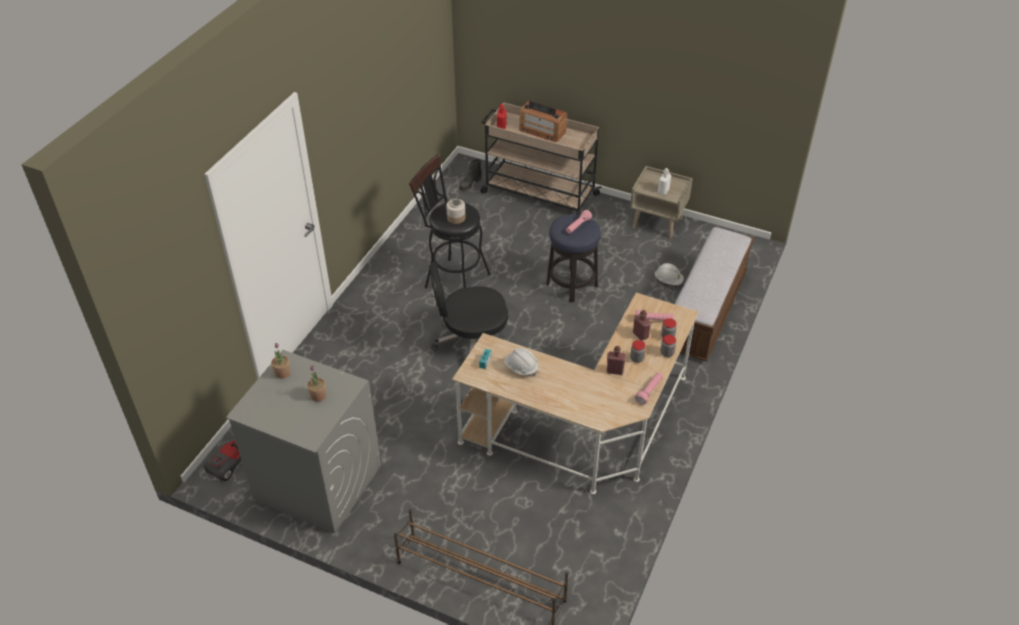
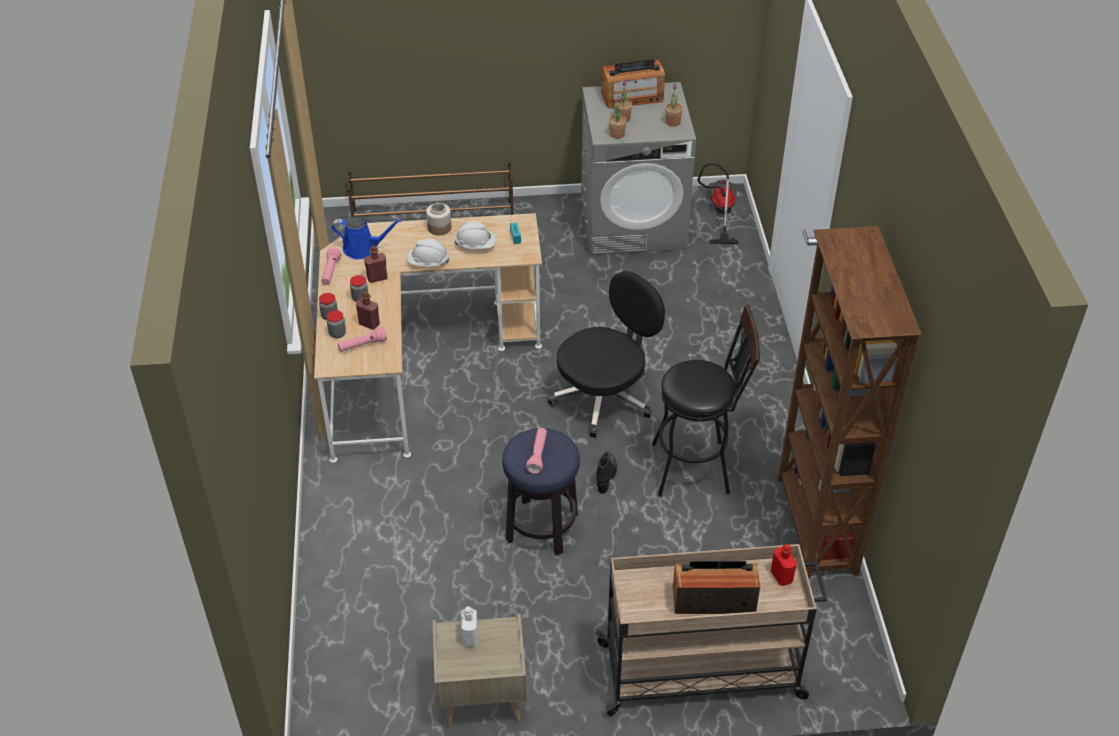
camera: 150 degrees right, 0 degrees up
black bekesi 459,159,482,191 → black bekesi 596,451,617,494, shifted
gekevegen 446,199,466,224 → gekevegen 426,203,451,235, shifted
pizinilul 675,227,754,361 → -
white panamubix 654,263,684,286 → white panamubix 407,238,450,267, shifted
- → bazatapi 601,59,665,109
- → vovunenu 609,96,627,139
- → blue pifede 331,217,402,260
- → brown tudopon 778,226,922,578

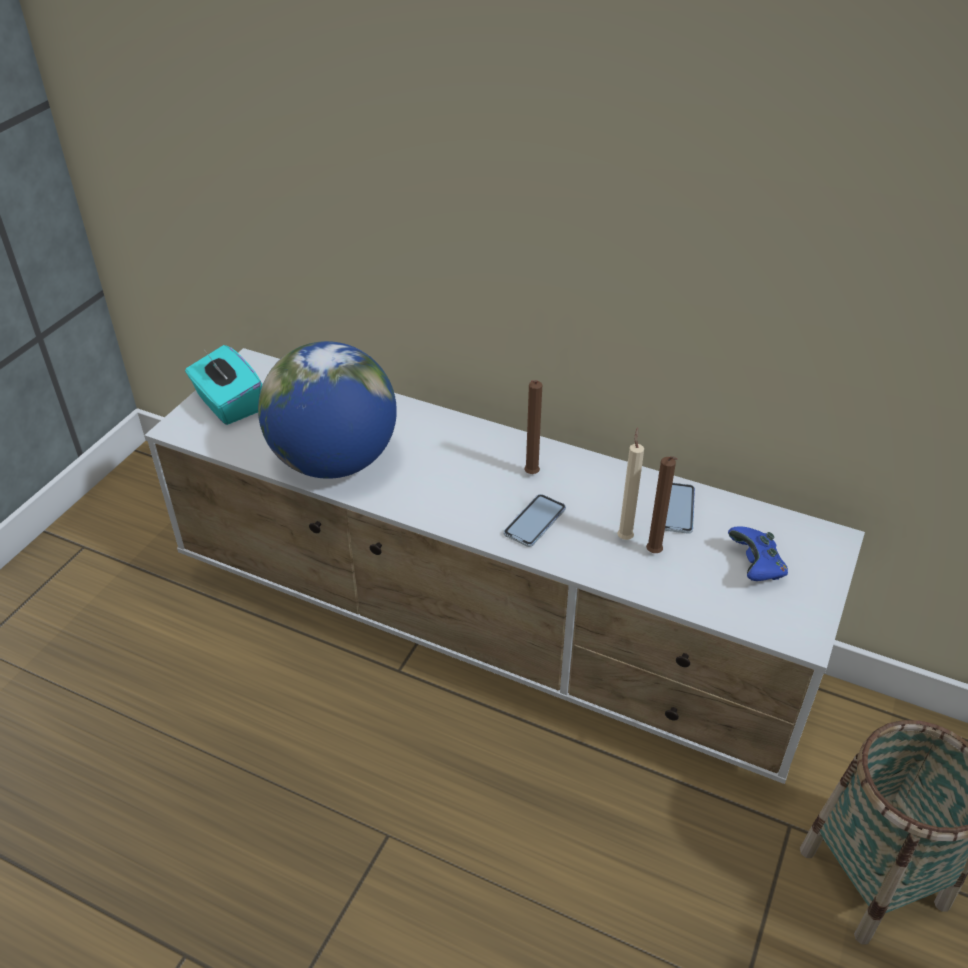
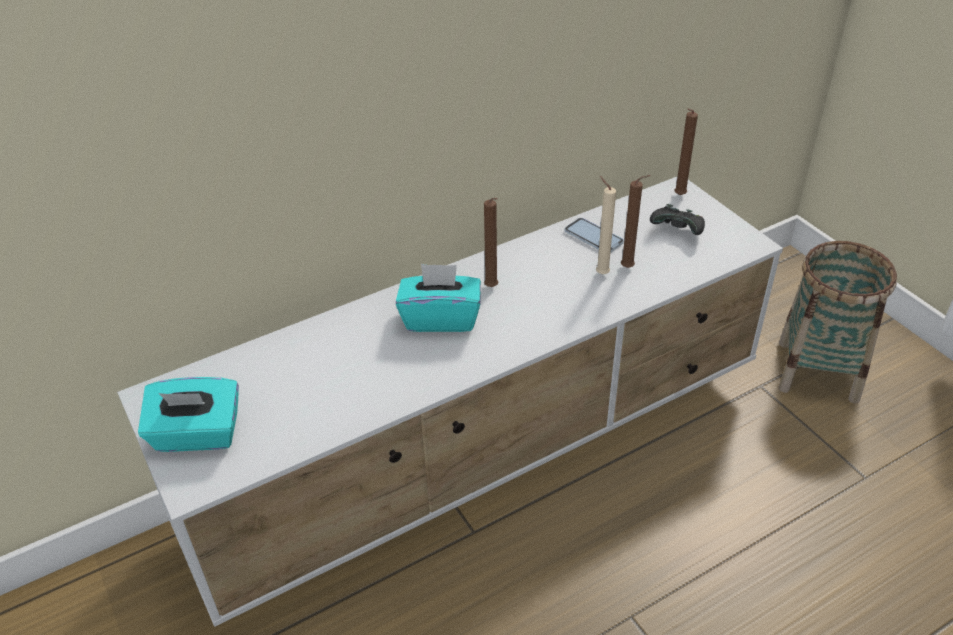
camera: 55 degrees left, 0 degrees up
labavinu 258,341,397,479 → -
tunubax 504,494,566,547 → -
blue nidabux 728,526,788,581 → black nidabux 650,204,705,235
- → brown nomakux 674,109,698,195
- → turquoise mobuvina 396,264,481,332

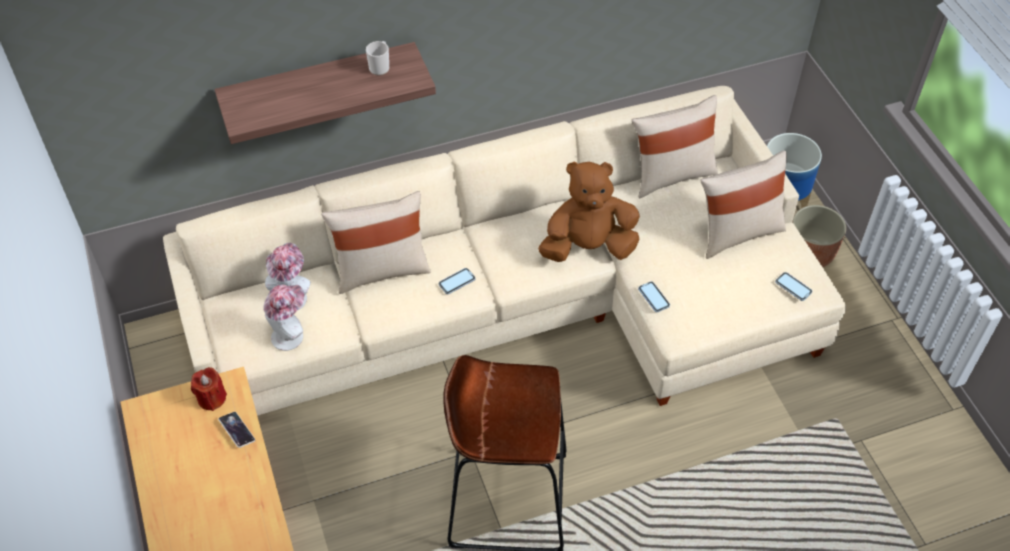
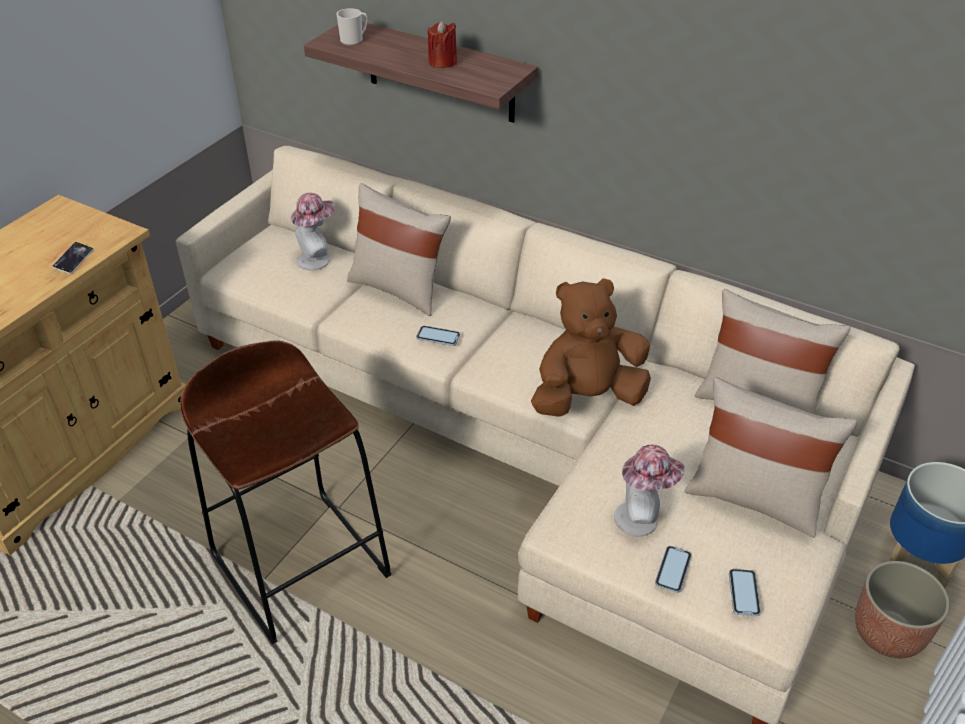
camera: 50 degrees right, 10 degrees down
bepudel 366,41,389,75 → bepudel 337,8,367,46, shifted
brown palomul 538,161,640,262 → brown palomul 531,278,651,417, 60 degrees counterclockwise
tunubax 638,281,670,312 → tunubax 655,546,692,593, shifted
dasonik 264,284,304,351 → dasonik 614,445,685,536, shifted
red nomakux 191,367,227,411 → red nomakux 428,20,457,68, shifted

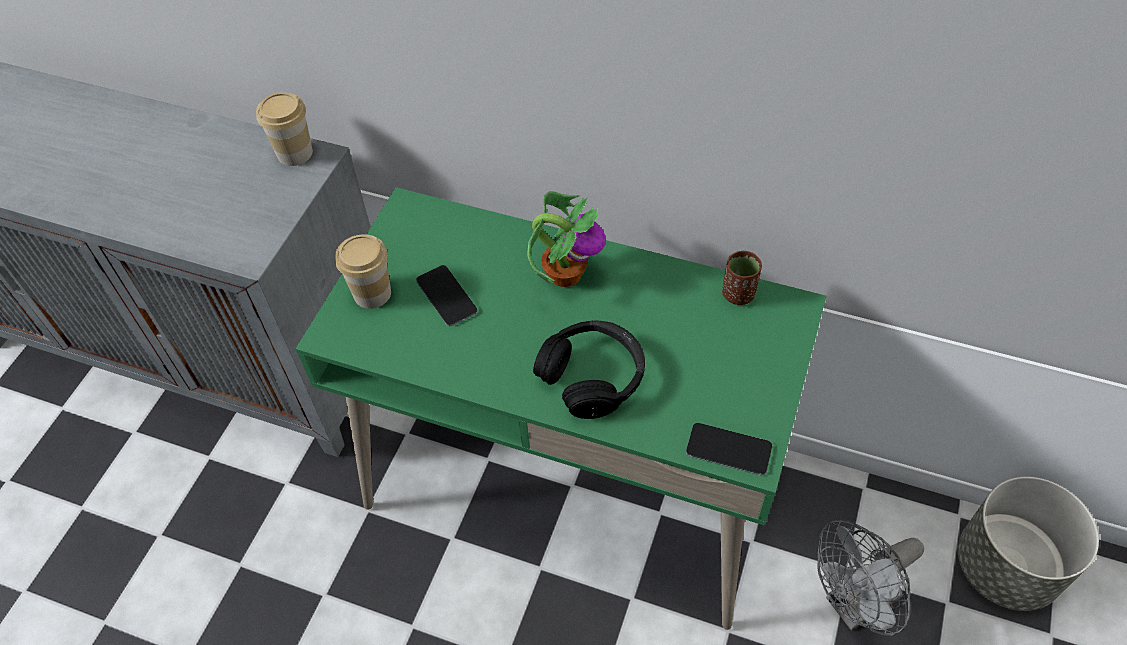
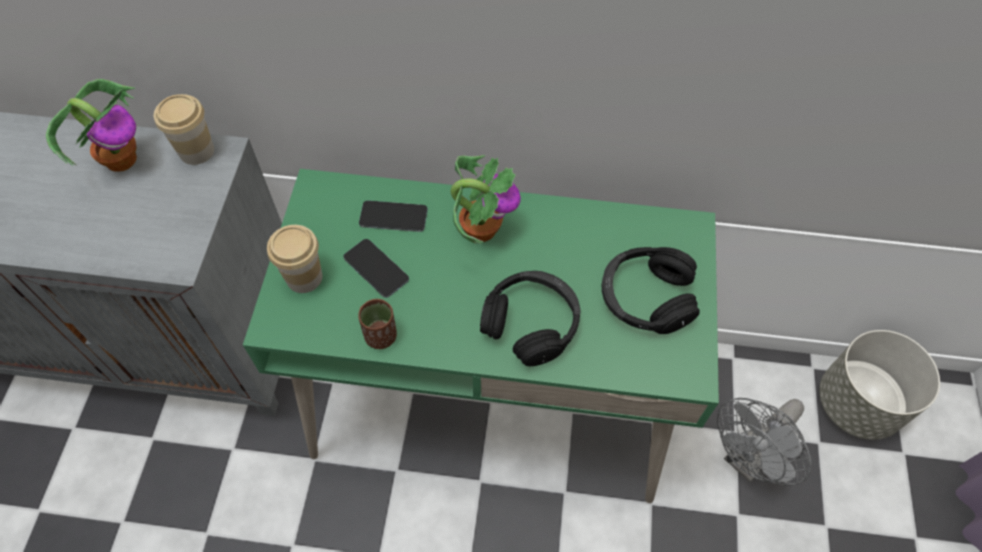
camera: 15 degrees left, 5 degrees up
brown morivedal 722,251,762,305 → brown morivedal 358,299,397,349, shifted
tunubax 686,423,772,475 → tunubax 359,200,428,232, shifted
- → vovunenu 46,79,137,172
- → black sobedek 602,247,700,334

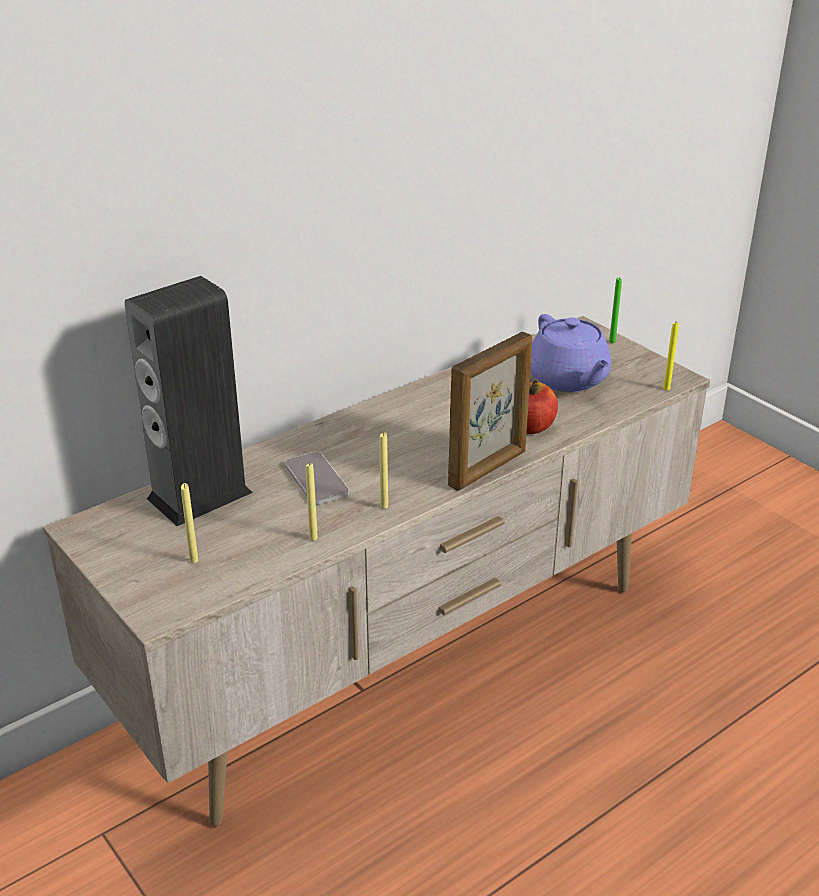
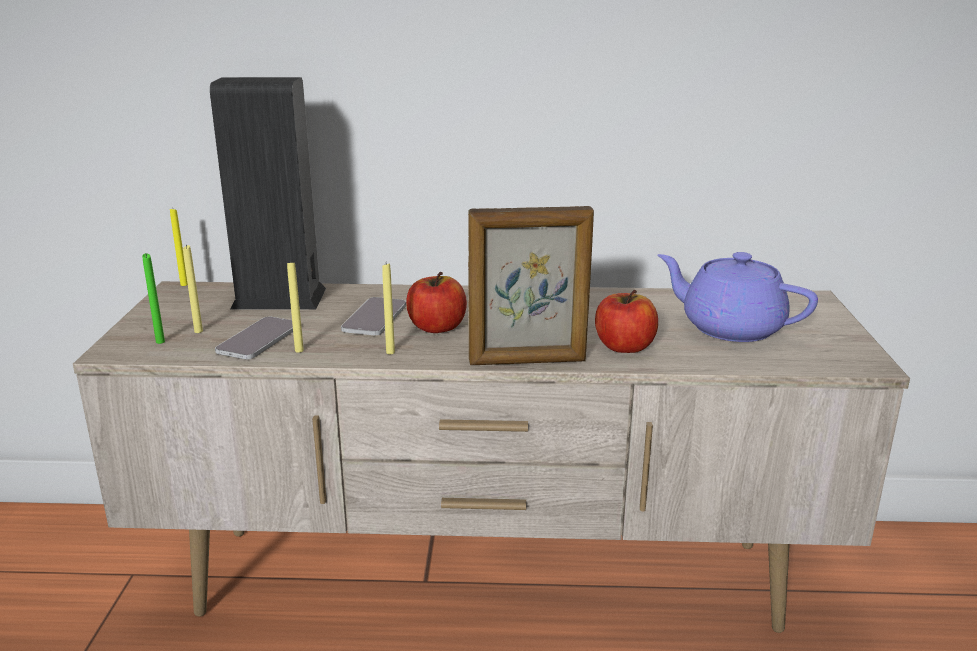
camera: 40 degrees right, 10 degrees down
green nomakux 609,277,622,343 → green nomakux 142,254,165,344, shifted
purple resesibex 530,314,611,392 → purple resesibex 658,252,818,342, 105 degrees clockwise
yellow nomakux 663,323,679,390 → yellow nomakux 170,209,188,286, shifted
- → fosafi 406,272,467,333
- → tunubax 215,317,293,359

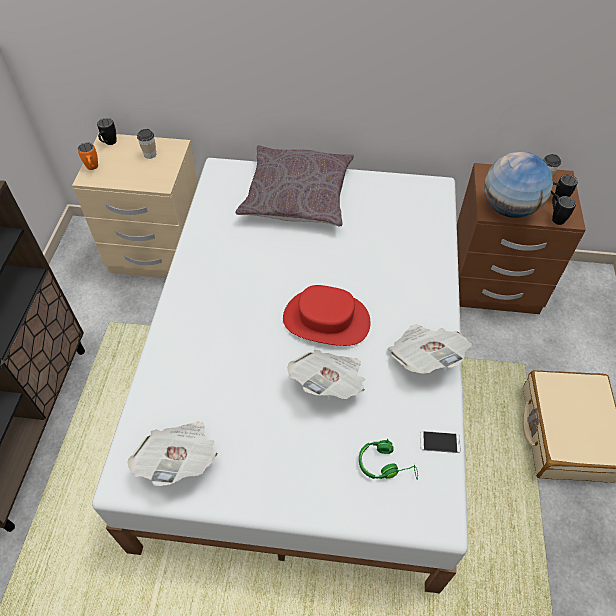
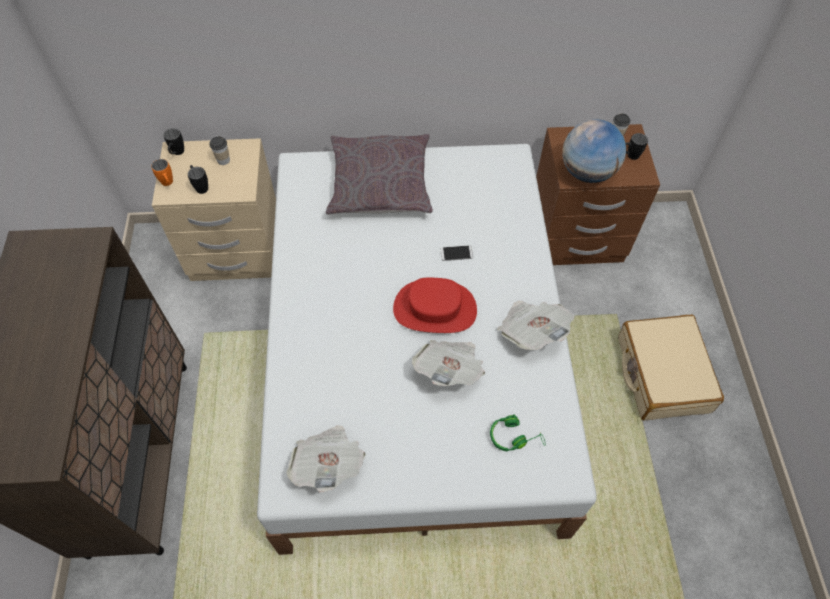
camera: 10 degrees left, 5 degrees up
black bepudel 552,194,576,225 → black bepudel 188,165,208,194, shifted
tunubax 420,431,461,453 → tunubax 441,245,473,261, shifted

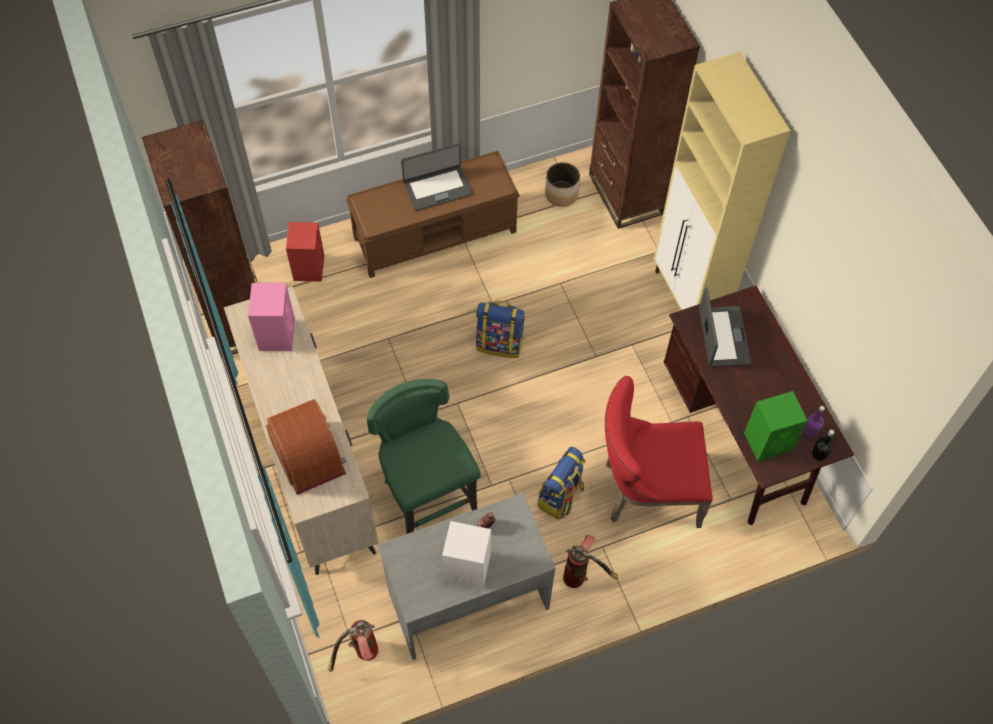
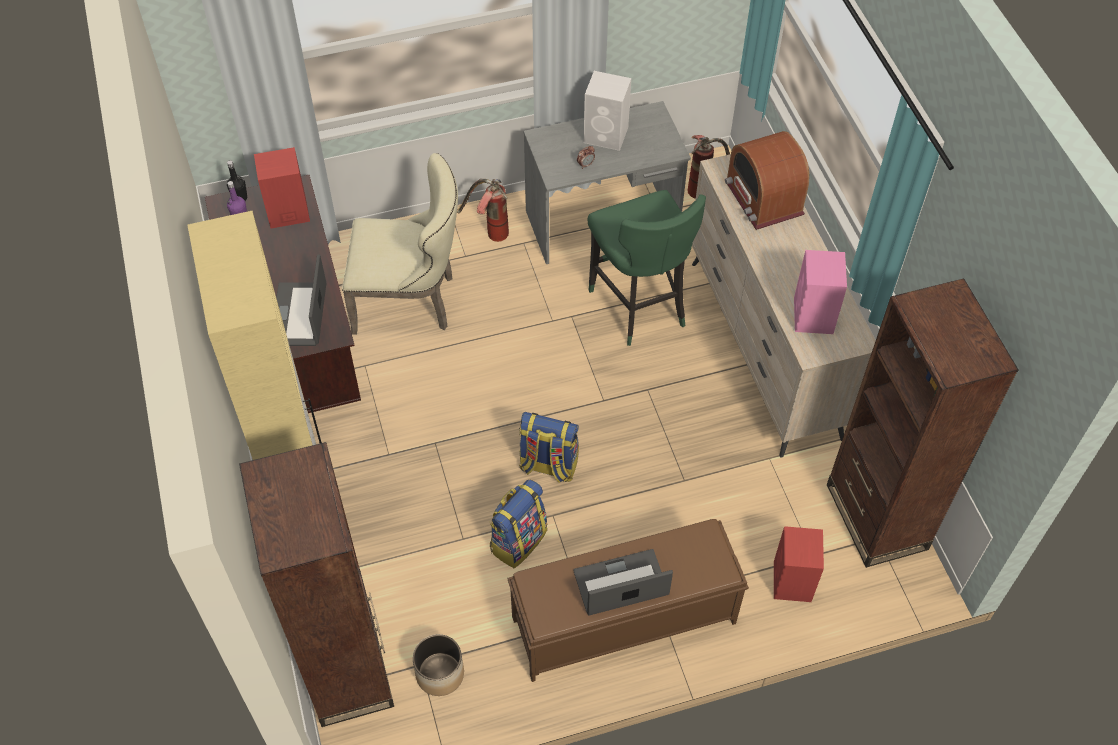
camera: 175 degrees left, 5 degrees down
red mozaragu 605,376,713,528 → beige mozaragu 342,153,458,335
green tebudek 744,391,808,462 → red tebudek 254,147,310,229
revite 538,447,586,520 → revite 490,480,547,568, shifted

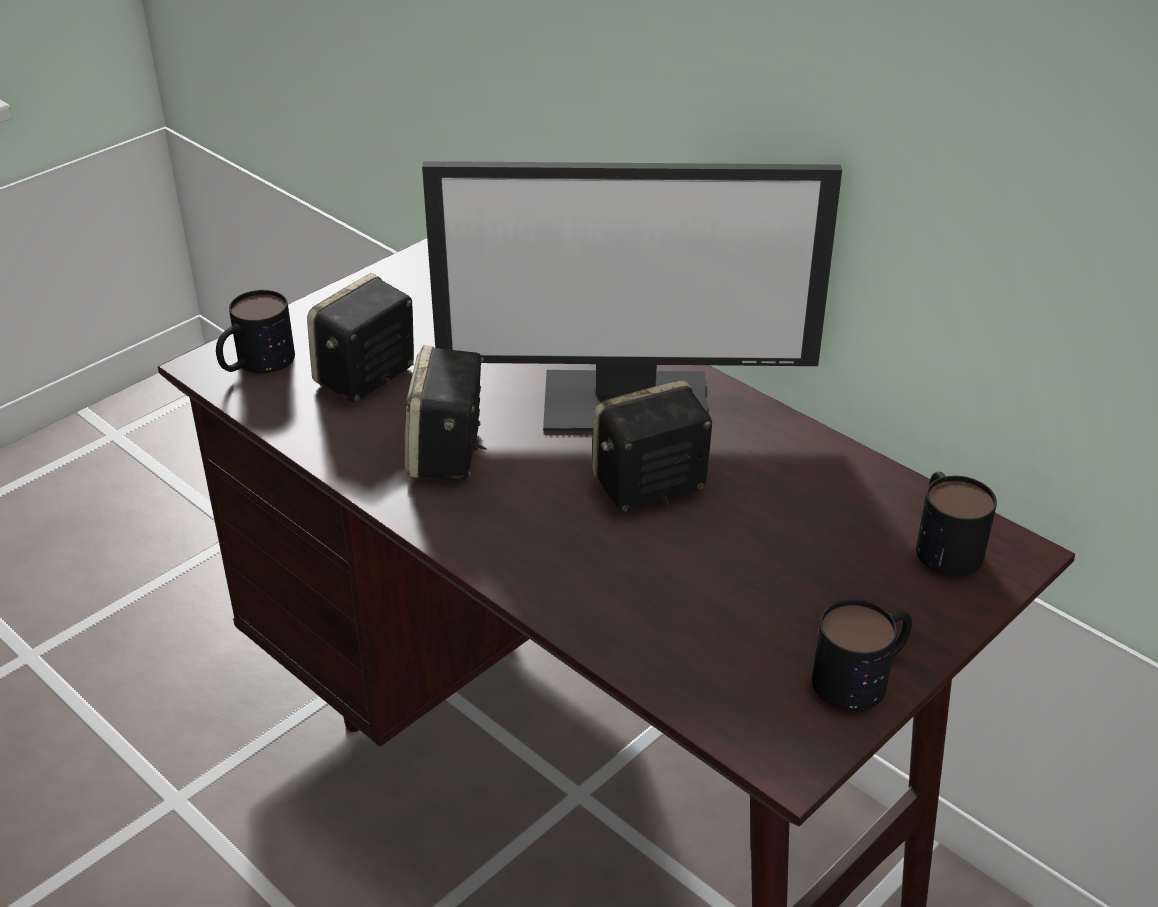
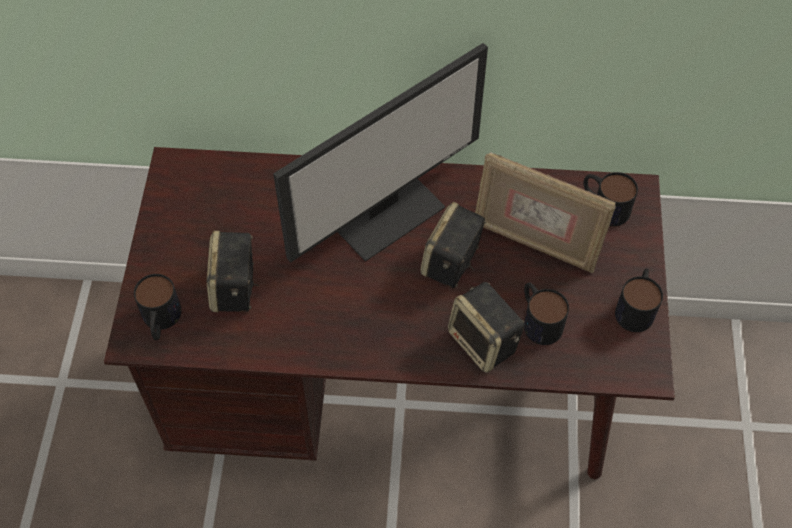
camera: 40 degrees left, 20 degrees up
tebudek 404,345,487,480 → tebudek 448,282,524,373, shifted
- → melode 475,152,616,273
- → bepudel 524,283,569,345

